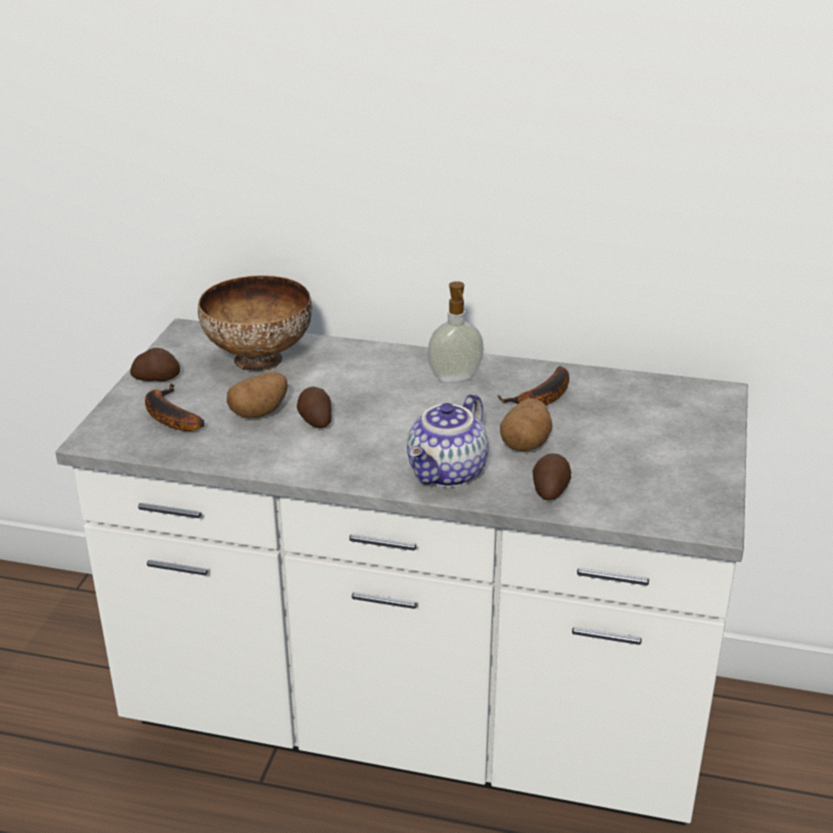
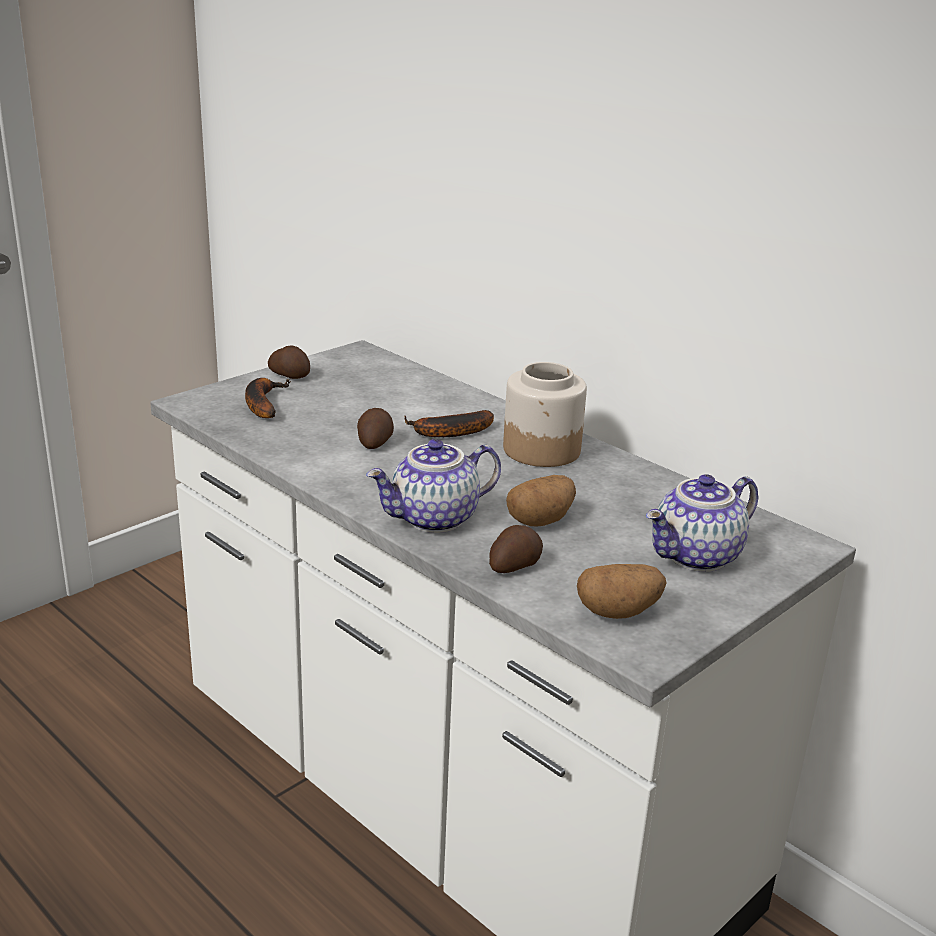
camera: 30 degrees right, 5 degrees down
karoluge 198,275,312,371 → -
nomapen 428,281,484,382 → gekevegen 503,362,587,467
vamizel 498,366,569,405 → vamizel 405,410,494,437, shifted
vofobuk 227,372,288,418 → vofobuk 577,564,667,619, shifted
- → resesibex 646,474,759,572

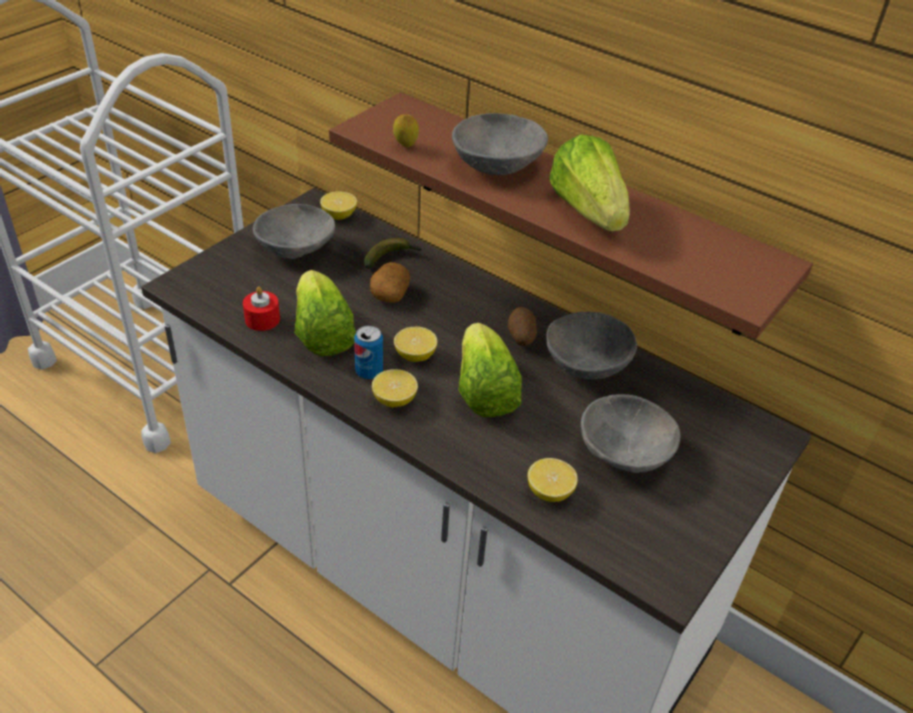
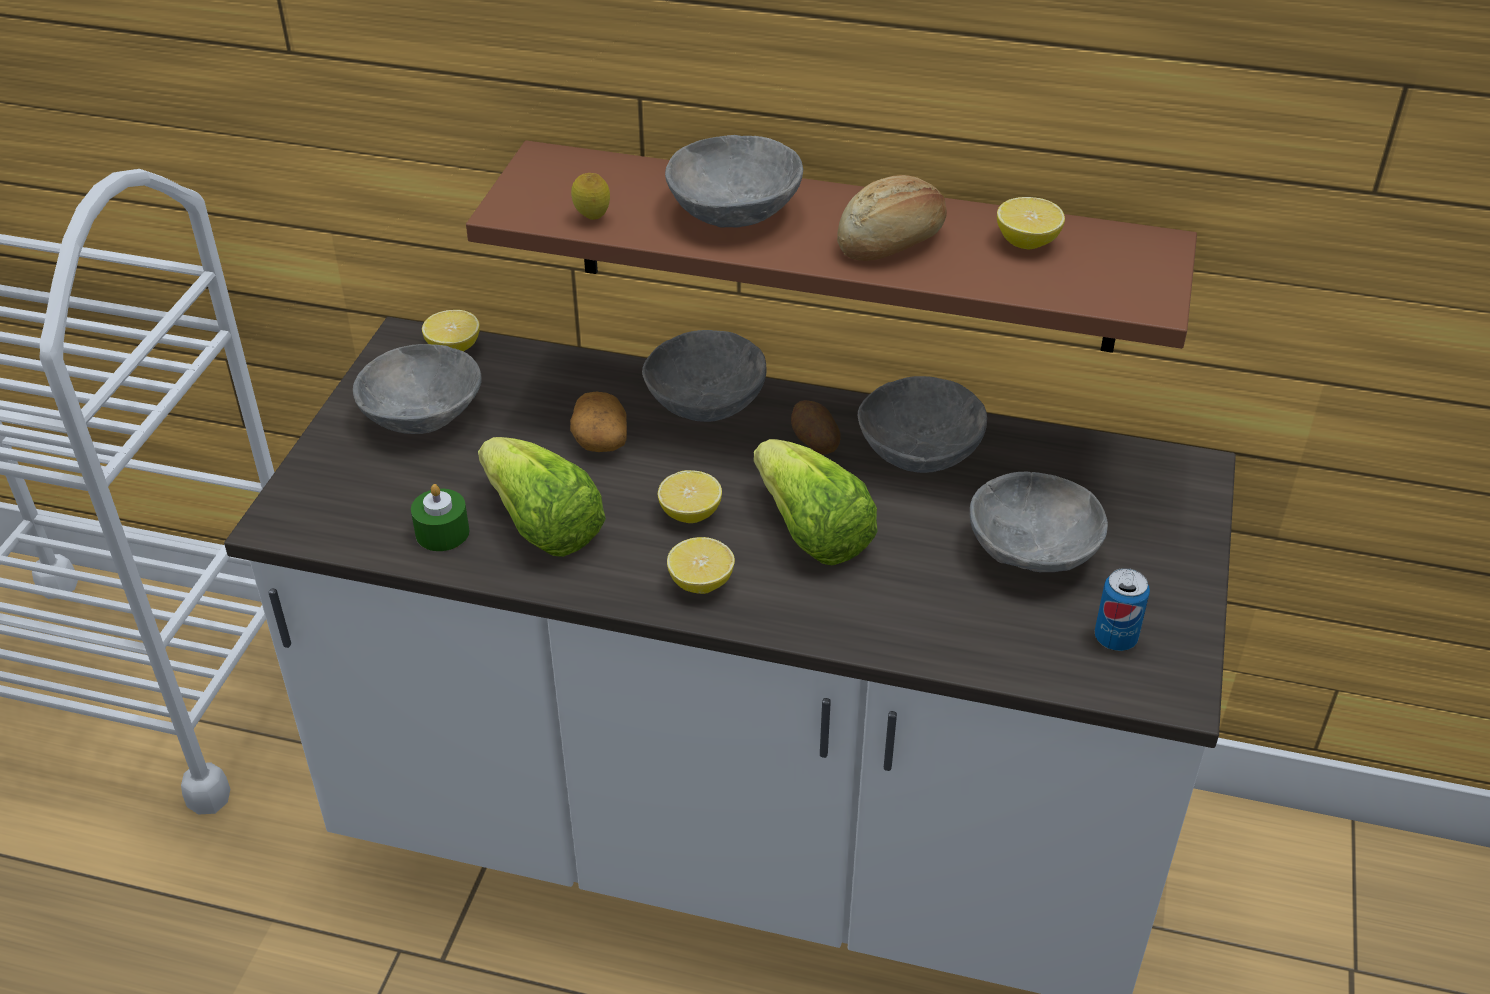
camera: 20 degrees left, 0 degrees up
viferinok 549,134,630,231 → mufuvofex 837,175,947,261
vamizel 364,238,422,269 → -
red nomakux 243,286,280,331 → green nomakux 411,484,470,551
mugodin 354,325,383,379 → mugodin 1095,568,1150,651, shifted
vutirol 528,458,578,502 → vutirol 997,197,1065,249, shifted
- → grey karoluge 642,330,767,422

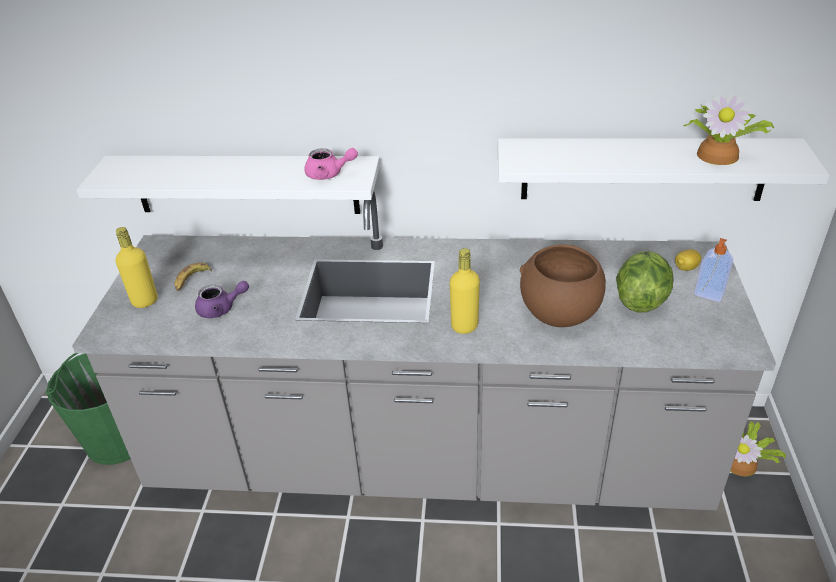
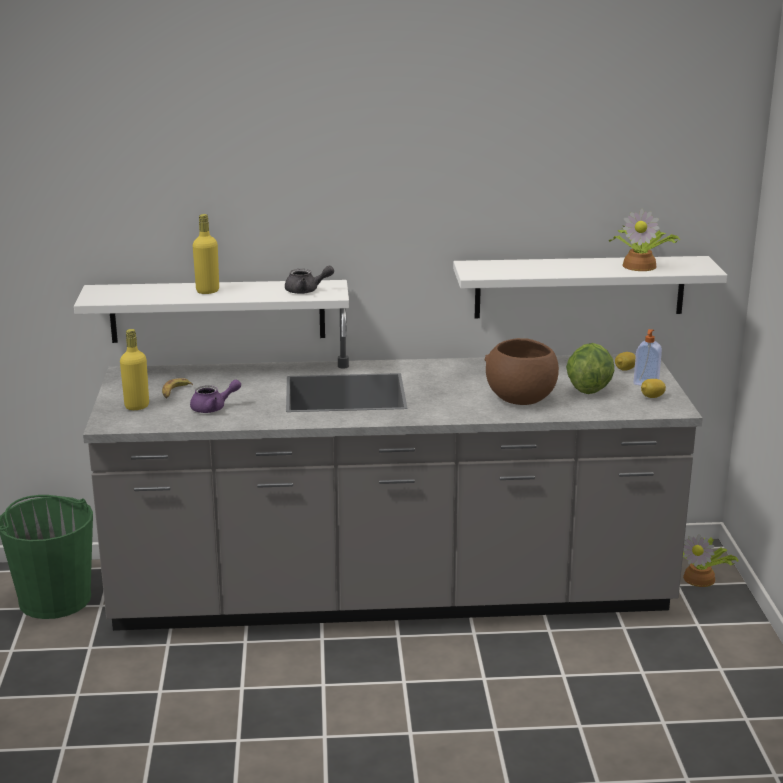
camera: 10 degrees left, 15 degrees down
pink resesibex 305,148,358,180 → grey resesibex 285,265,334,294
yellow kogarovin 450,248,480,334 → yellow kogarovin 193,214,219,294, shifted
- → vutirol 641,379,666,398

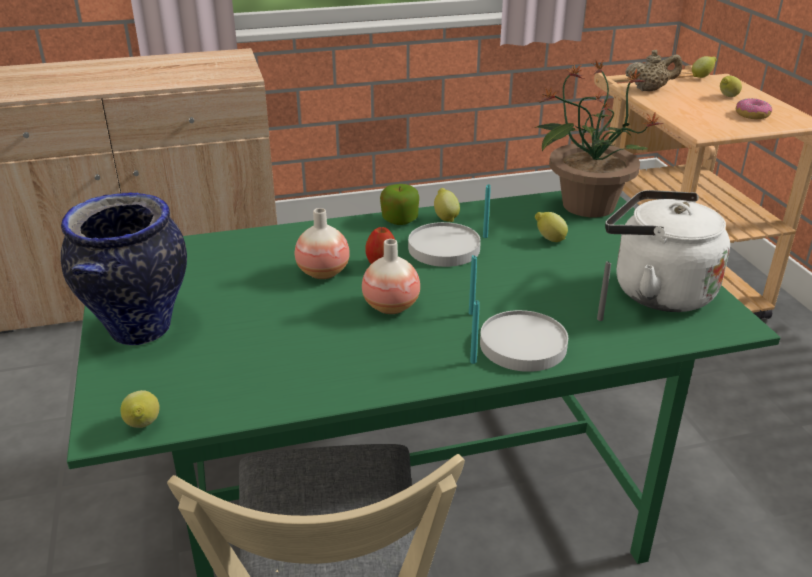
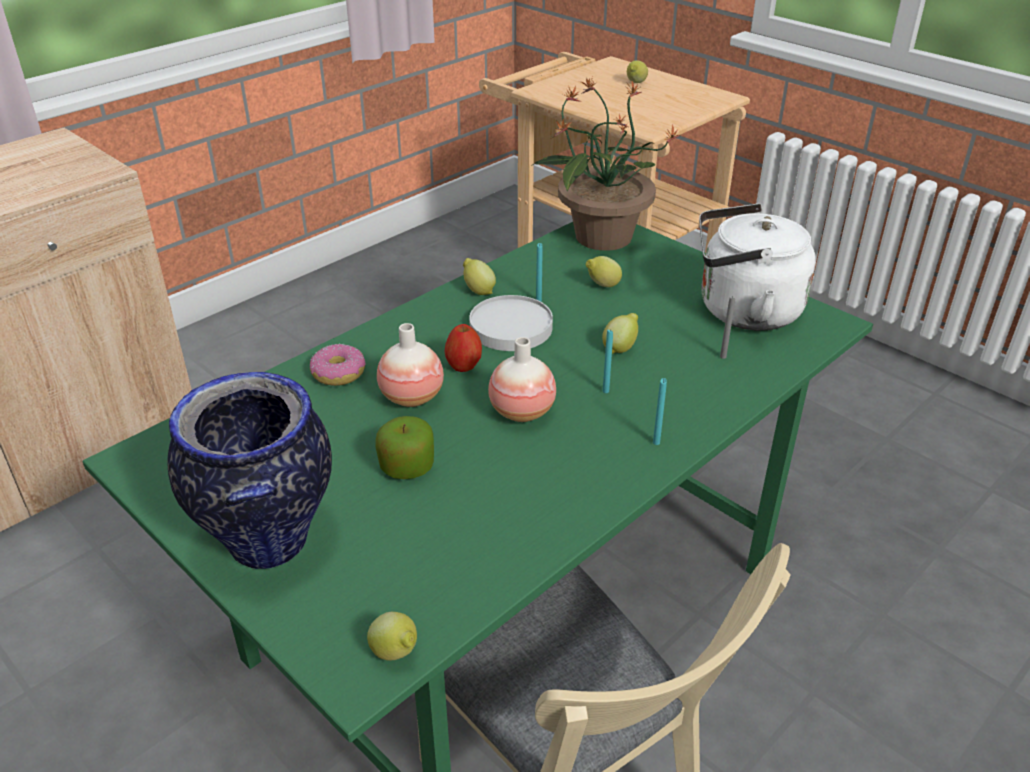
camera: 30 degrees left, 5 degrees up
beige resesibex 625,50,682,91 → -
vutirol 692,56,717,78 → vutirol 602,313,638,354, shifted
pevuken 736,98,772,119 → pevuken 310,343,365,386, shifted
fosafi 380,184,419,225 → fosafi 375,416,434,479, shifted
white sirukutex 480,310,568,372 → -

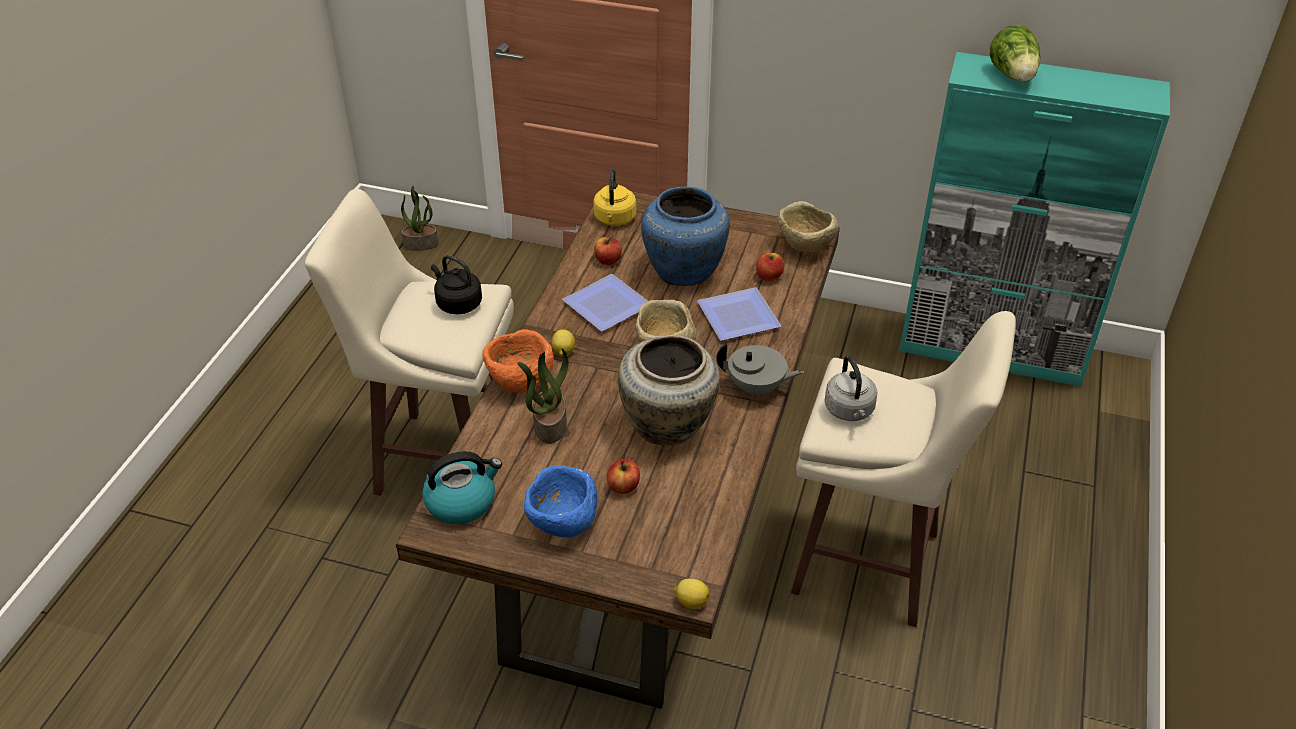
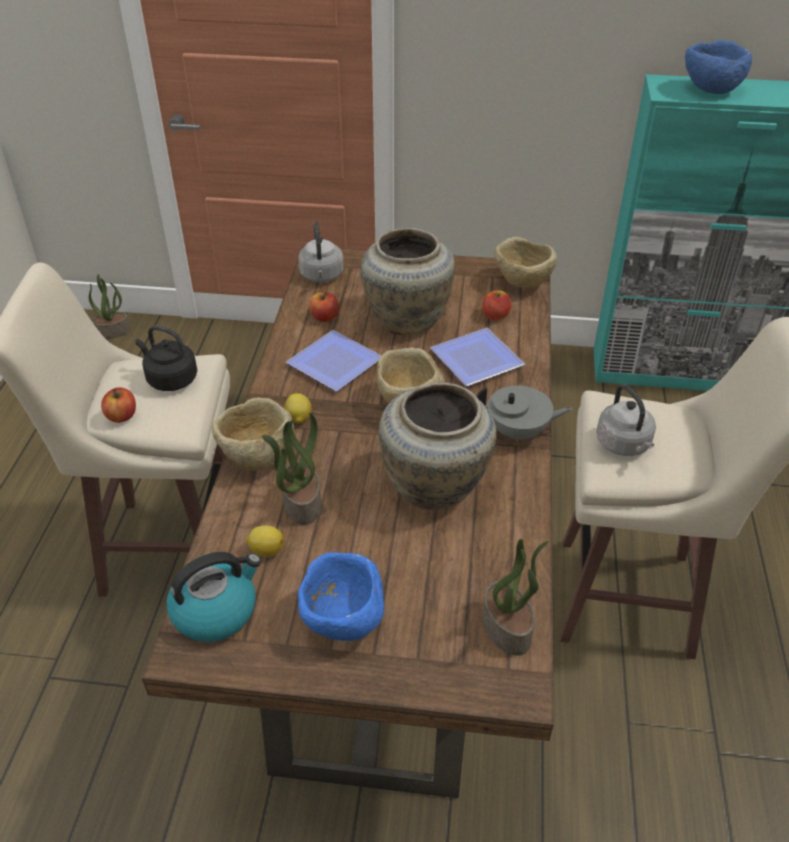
camera: 10 degrees left, 0 degrees up
viferinok 990,25,1040,82 → blue karoluge 685,40,752,94
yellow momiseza 593,169,636,226 → grey momiseza 298,222,344,282
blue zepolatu 641,186,730,286 → beige zepolatu 361,228,455,335
orange karoluge 482,329,553,393 → beige karoluge 212,397,294,470
fosafi 607,459,640,494 → fosafi 101,387,136,423, shifted
vutirol 674,578,710,609 → vutirol 246,525,284,557, shifted
- → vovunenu 482,539,549,656

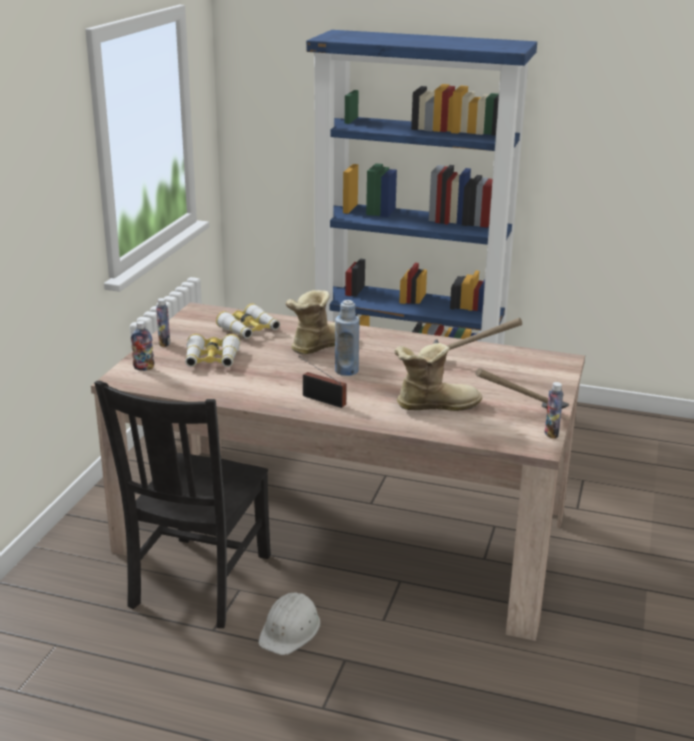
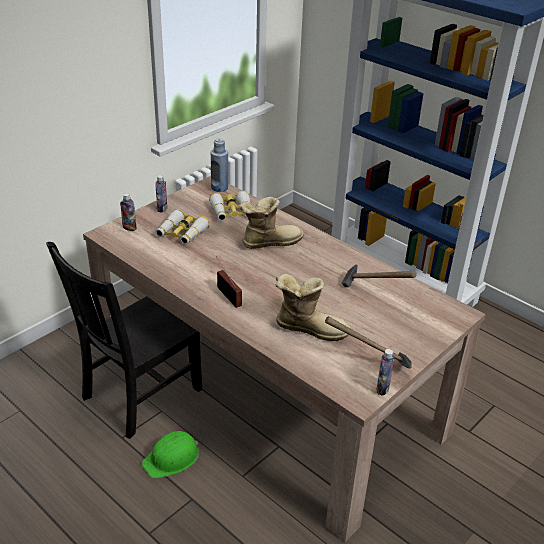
camera: 25 degrees right, 10 degrees up
blue kogarovin 335,300,360,376 → blue kogarovin 211,138,228,192, shifted
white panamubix 258,593,320,655 → green panamubix 142,431,199,479

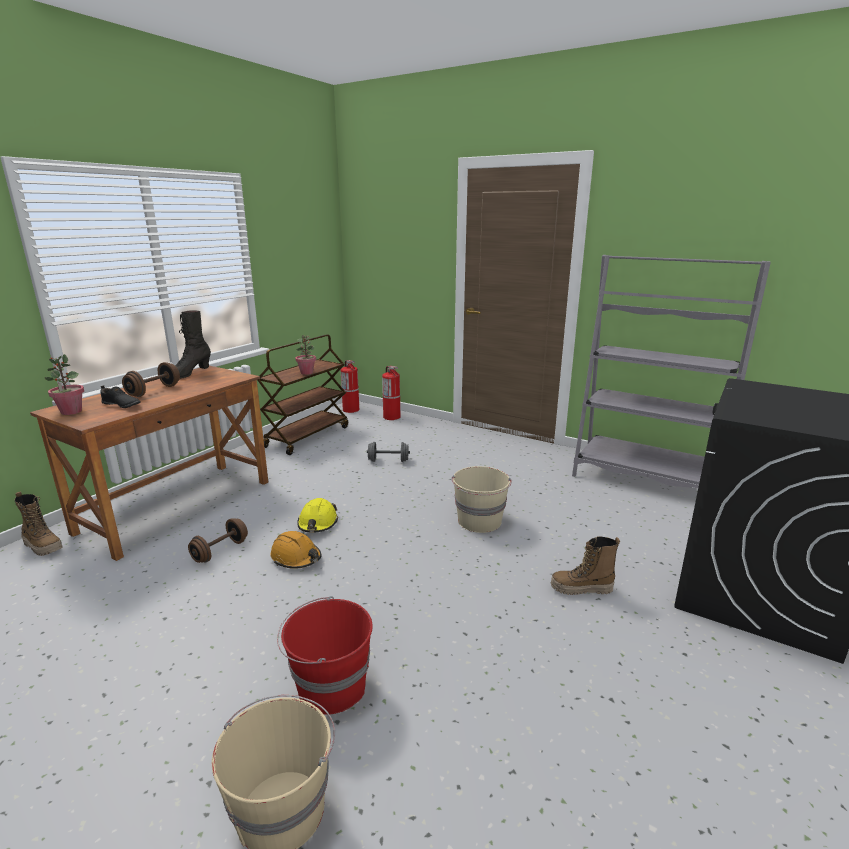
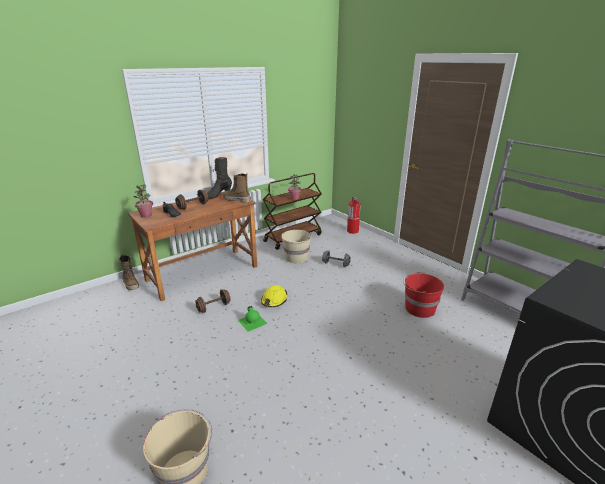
camera: 20 degrees right, 5 degrees up
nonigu 340,360,359,413 → -
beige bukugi 452,466,511,533 → beige bukugi 280,230,311,264, shifted
orange panamubix 270,531,321,569 → green kogarovin 238,306,267,332
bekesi 551,536,620,595 → bekesi 223,173,250,203, shifted
red bukugi 277,596,373,715 → red bukugi 403,272,444,318, shifted

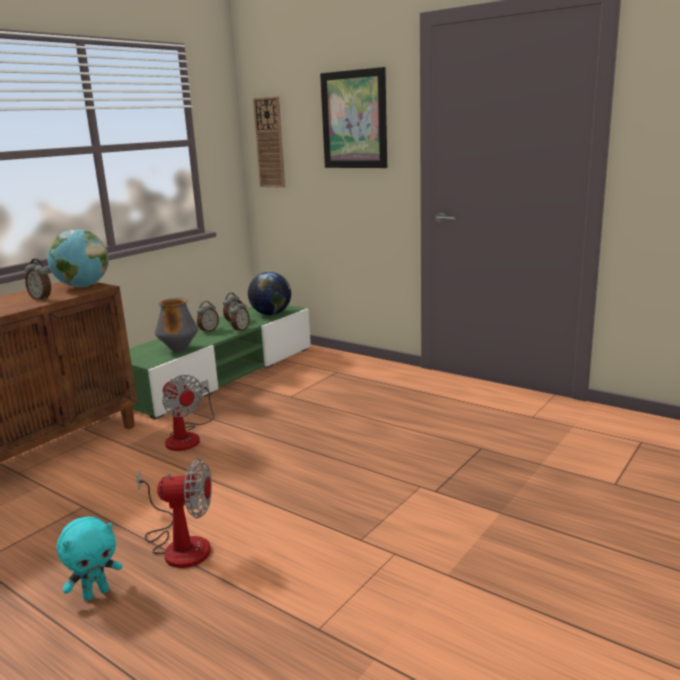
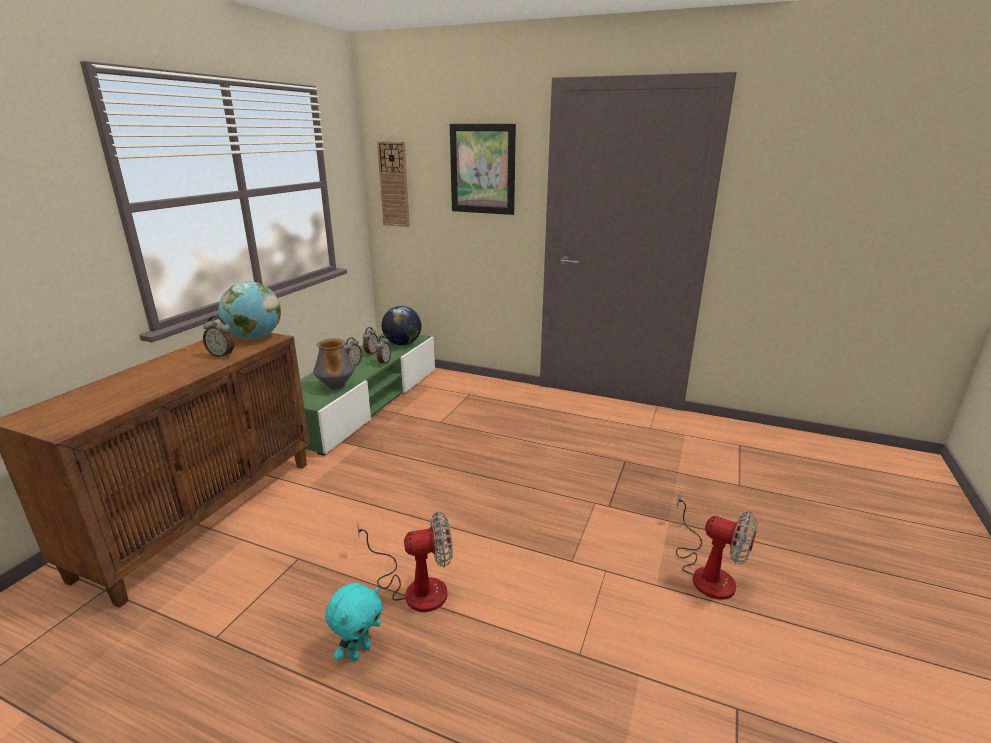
camera: 15 degrees left, 5 degrees up
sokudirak 162,375,214,451 → sokudirak 676,491,758,600, shifted

